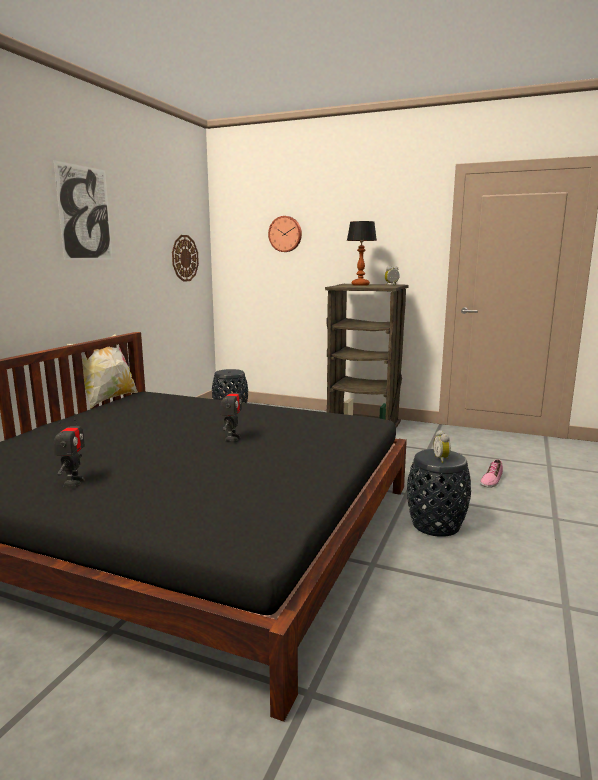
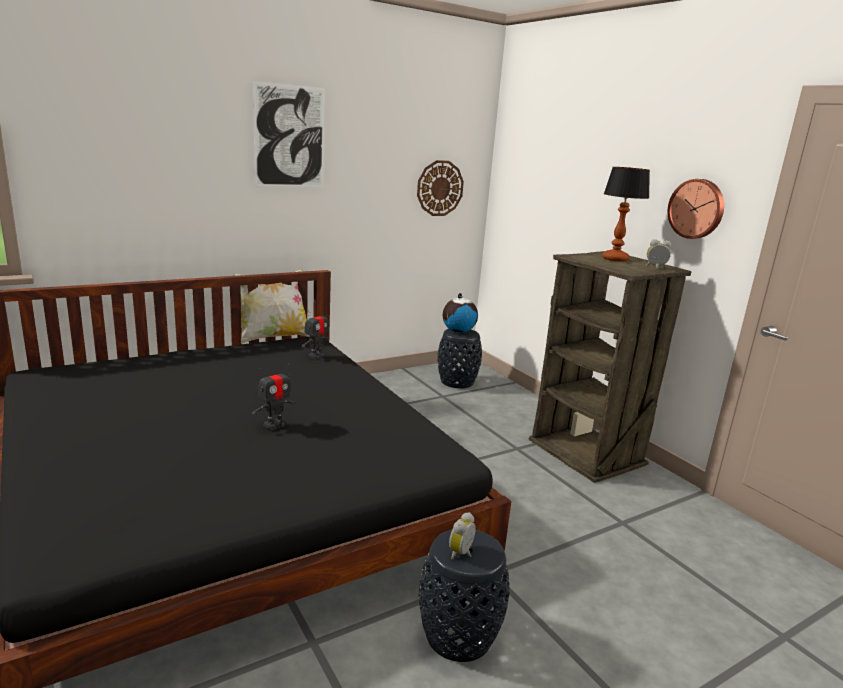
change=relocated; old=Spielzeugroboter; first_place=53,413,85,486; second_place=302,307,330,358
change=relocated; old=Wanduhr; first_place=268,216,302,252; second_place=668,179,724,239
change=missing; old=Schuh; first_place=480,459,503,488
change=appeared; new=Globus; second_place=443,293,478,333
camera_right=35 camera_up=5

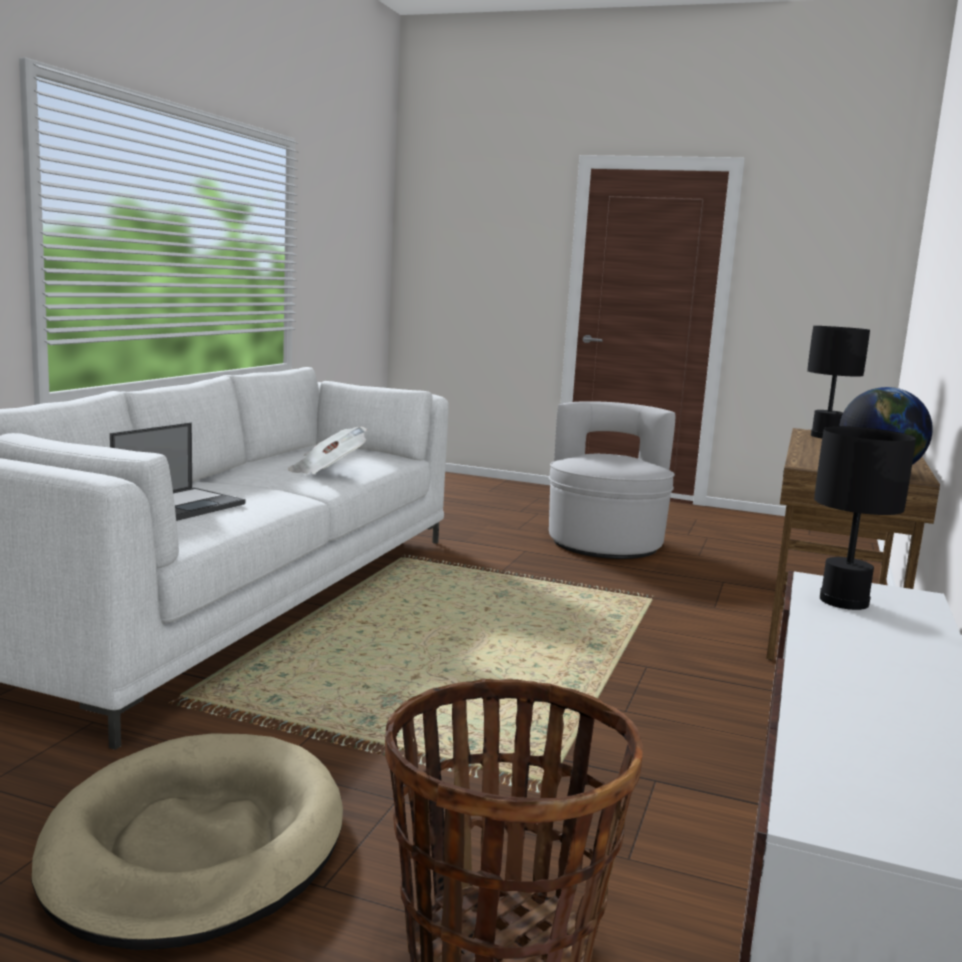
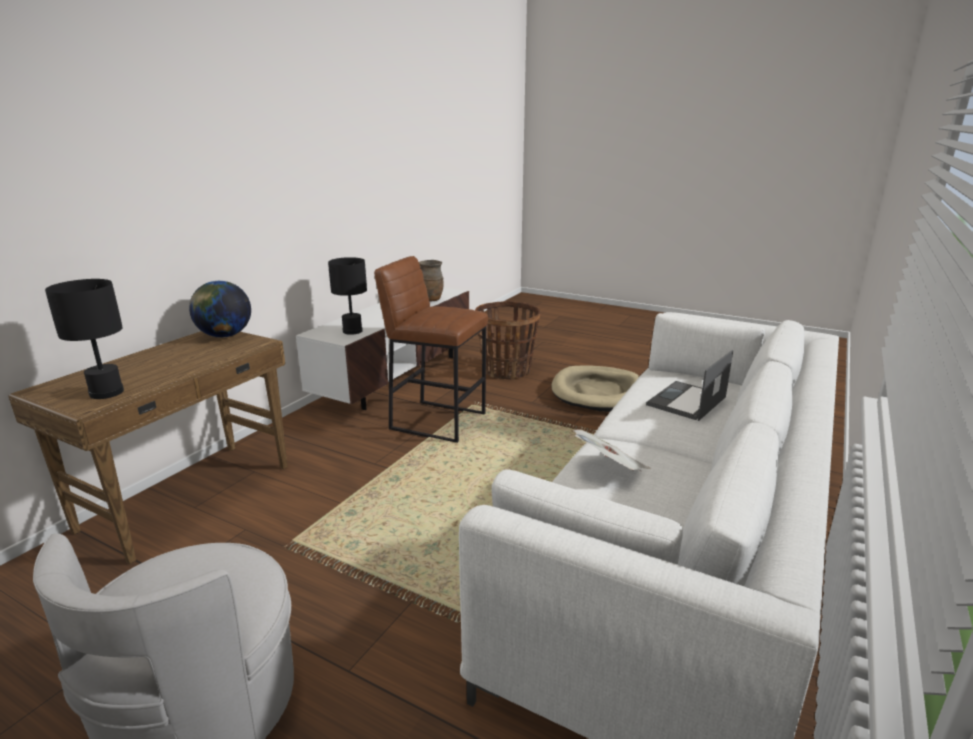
change=appeared; new=Hocker [braun]; second_place=374,256,488,443
change=appeared; new=Vase [braun]; second_place=419,260,444,301
camera_right=-170 camera_up=10

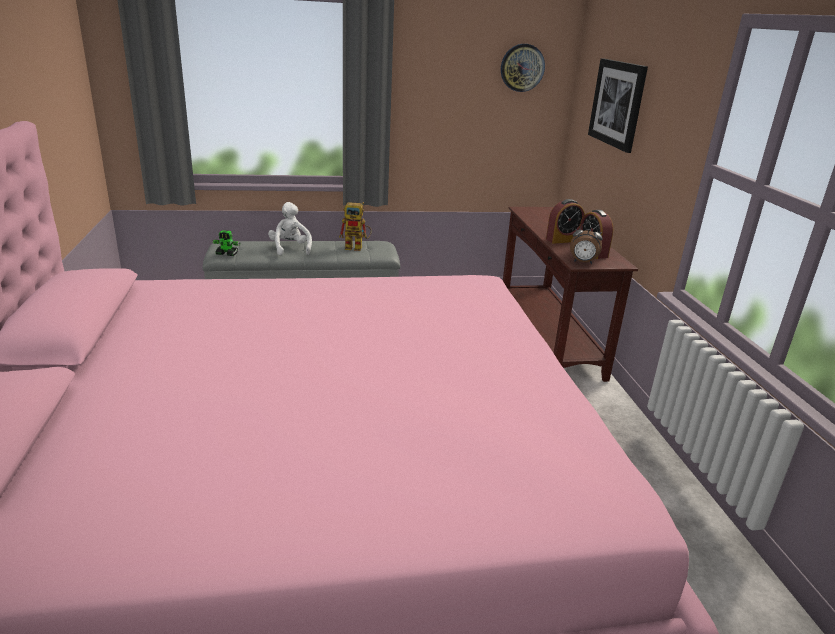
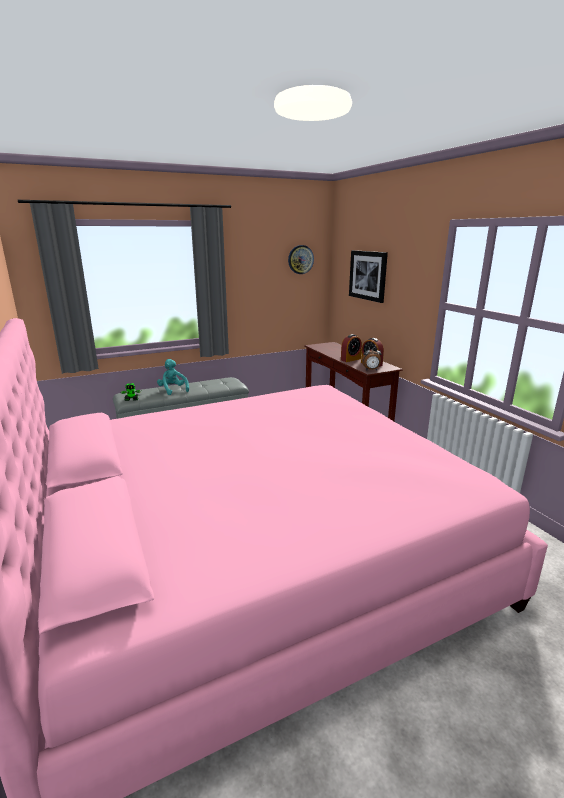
change=colour; old=Plüschtier [weiß]; new=Plüschtier [türkis]; first_place=268,202,312,255; second_place=157,359,189,395
change=missing; old=Spielzeugroboter; first_place=339,202,372,251
camera_right=-15 camera_up=-5

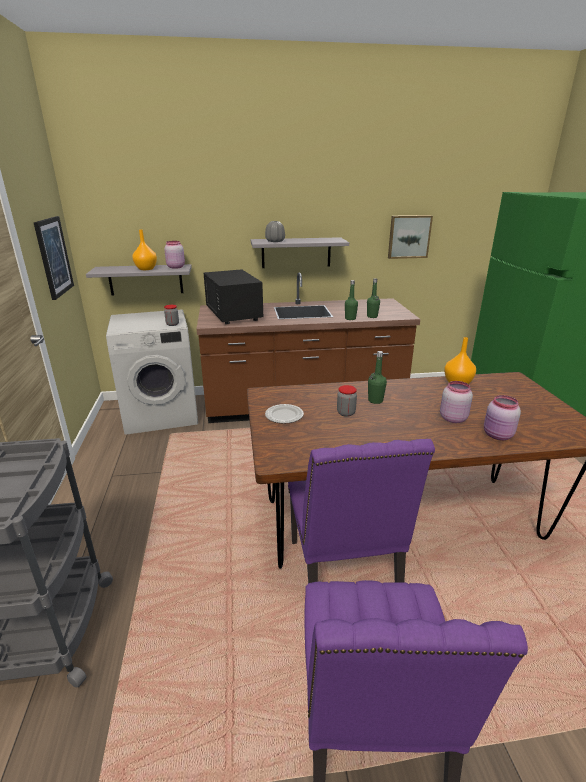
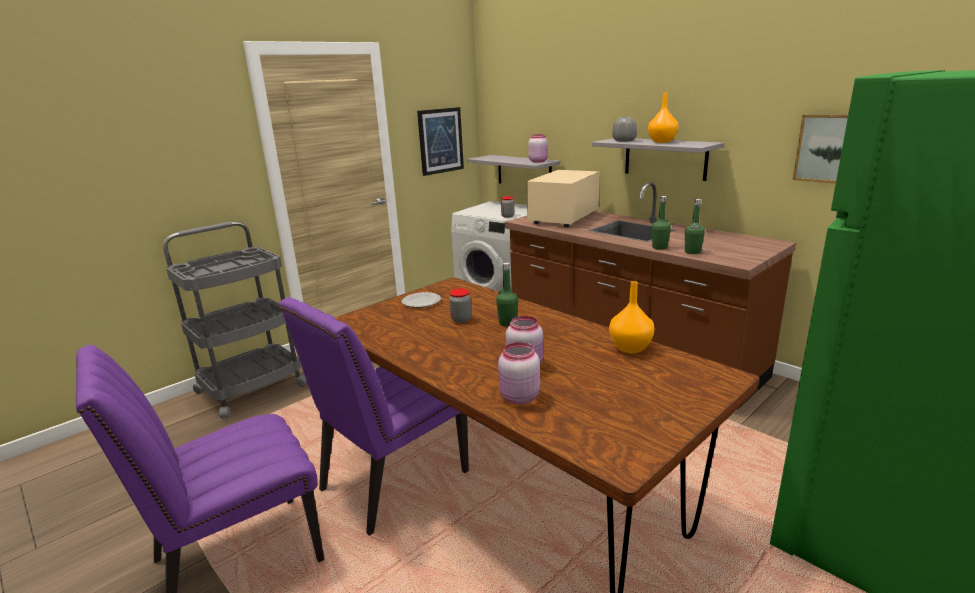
change=relocated; old=Vase [orange]; first_place=132,230,157,270; second_place=648,92,678,143
change=colour; old=Mikrowelle [schwarz]; new=Mikrowelle [beige]; first_place=204,269,263,324; second_place=527,170,600,227
camera_right=55 camera_up=-5

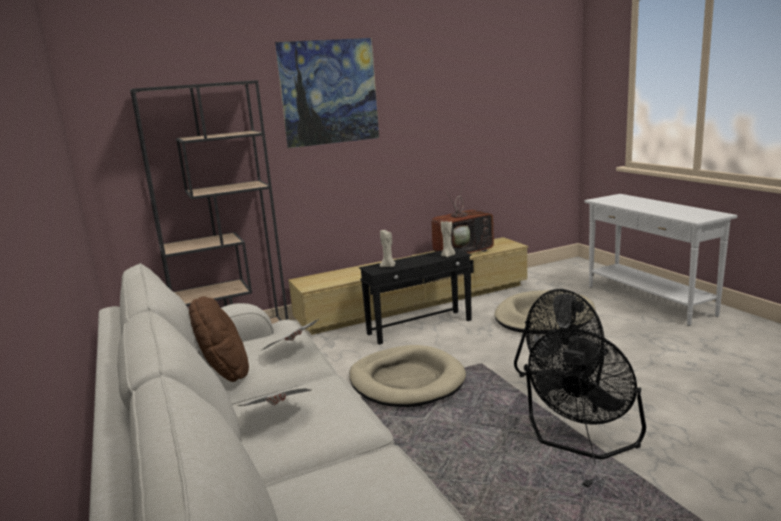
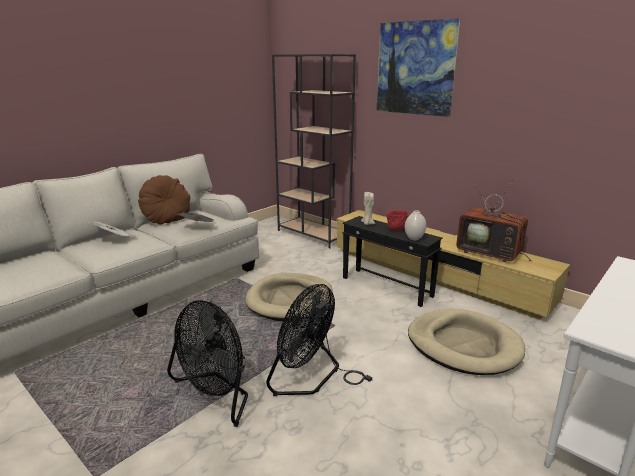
change=exchanged; old=Kerze [beige]; new=Vase [weiß]; first_place=441,221,455,257; second_place=405,210,426,240
change=spun; old=Ventilator [schwarz]; first_place=524,328,646,488; second_place=167,300,248,427; degrees=120
change=appeared; new=Schüssel [rot]; second_place=387,210,409,231
camera_right=65 camera_up=5

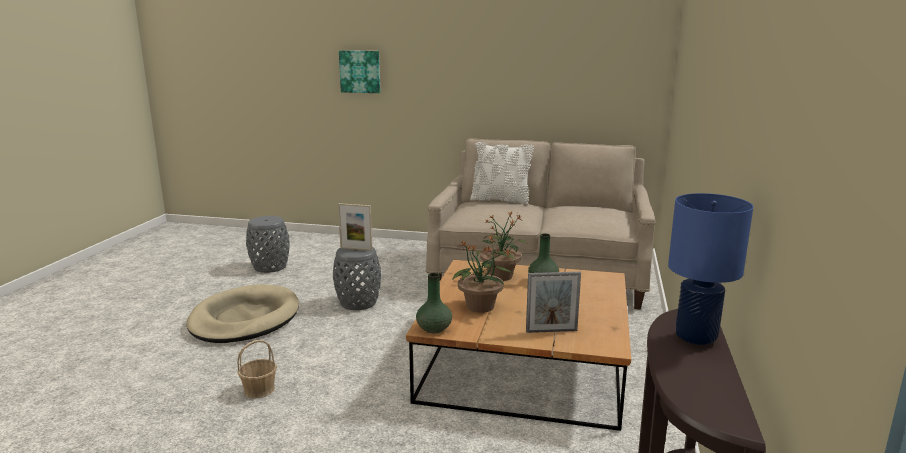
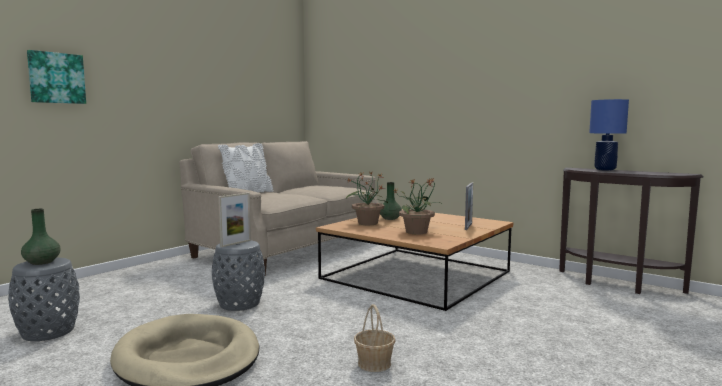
change=relocated; old=Vase [grün]; first_place=416,273,452,333; second_place=21,209,61,265
camera_right=-65 camera_up=-10

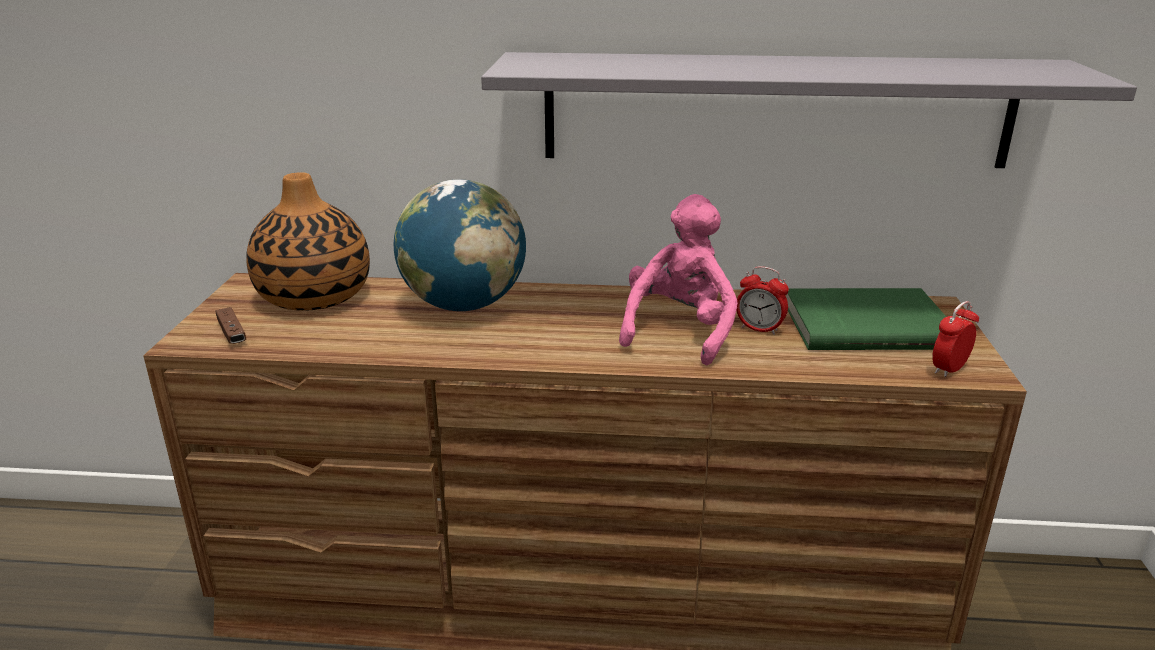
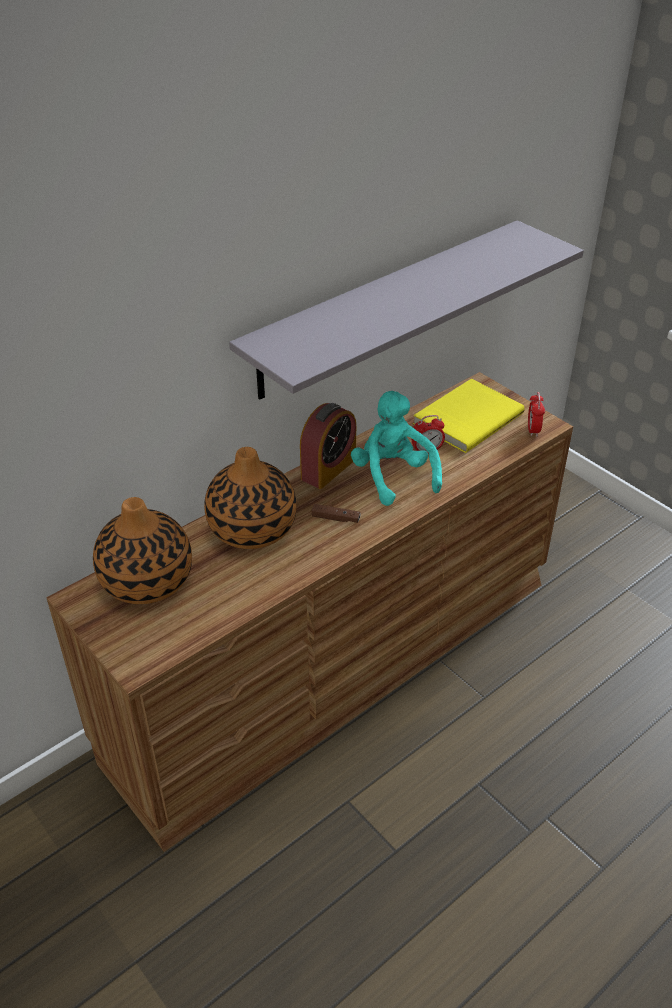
change=relocated; old=Gamepad [braun]; first_place=216,307,246,344; second_place=311,504,360,523
change=exchanged; old=Globus; new=Vase; first_place=394,179,526,311; second_place=204,447,297,549
change=colour; old=Plüschtier [rosa]; new=Plüschtier [türkis]; first_place=619,194,738,365; second_place=351,391,442,506
change=colour; old=Buch [grün]; new=Buch [gelb]; first_place=786,288,946,350; second_place=413,379,525,453
change=appeared; new=Wecker; second_place=300,403,356,489
camera_right=-45 camera_up=15

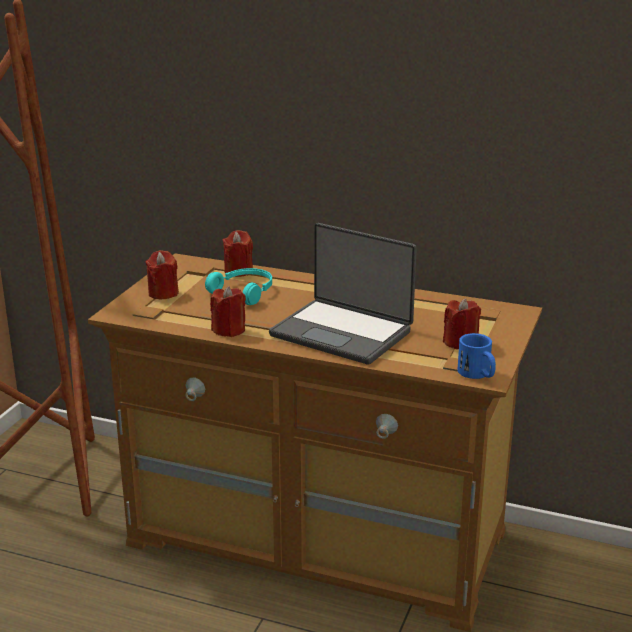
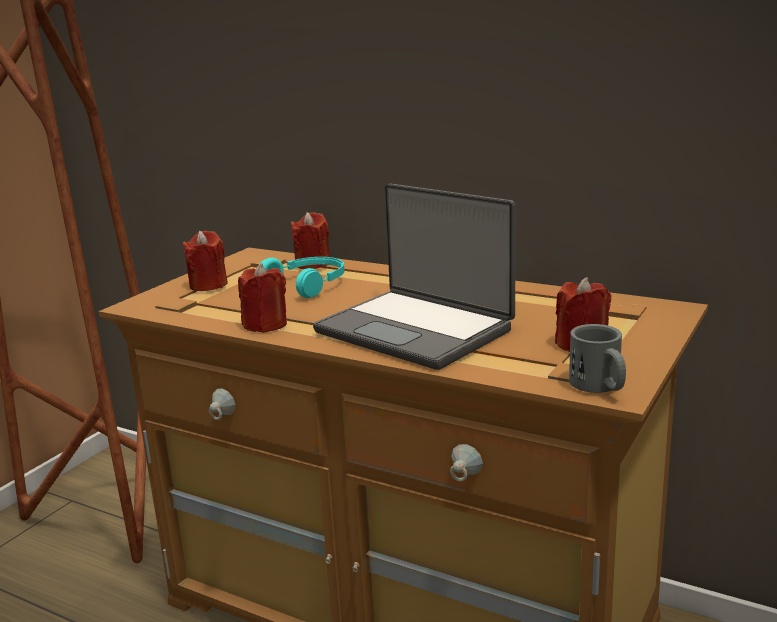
change=colour; old=Henkelbecher [blau]; new=Henkelbecher [grau]; first_place=457,333,496,379; second_place=569,324,626,393
camera_right=10 camera_up=-5

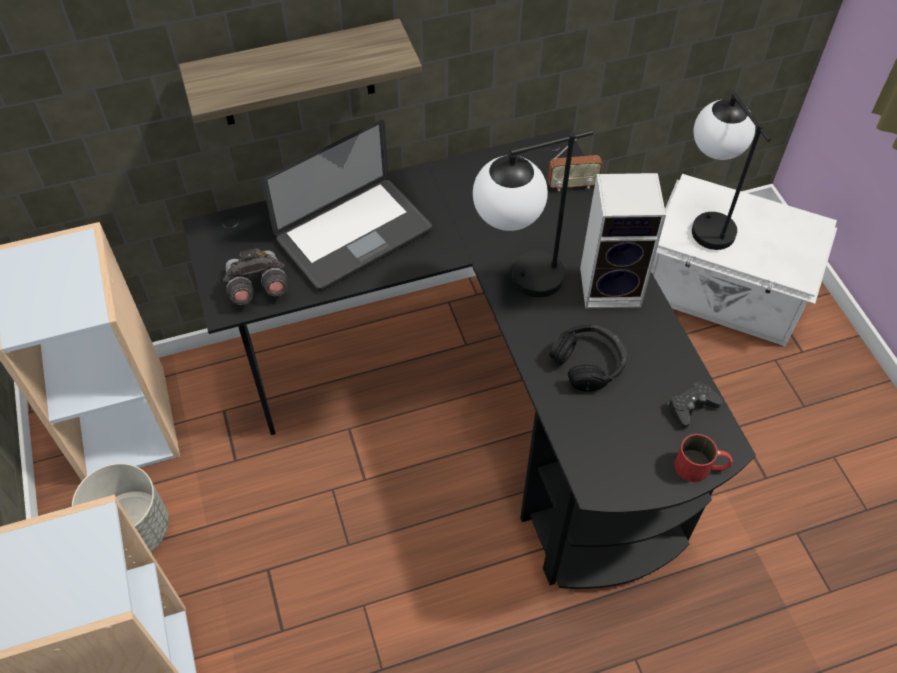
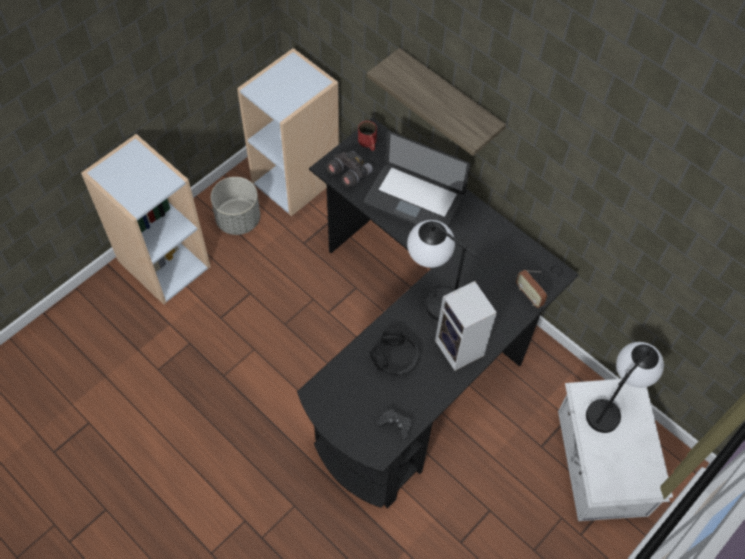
change=relocated; old=Henkelbecher [rot]; first_place=674,434,733,482; second_place=358,121,377,151
camera_right=60 camera_up=5

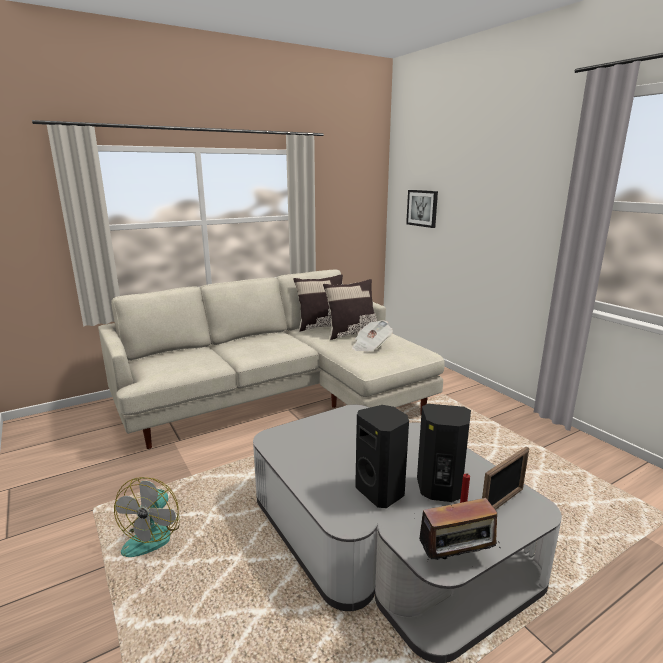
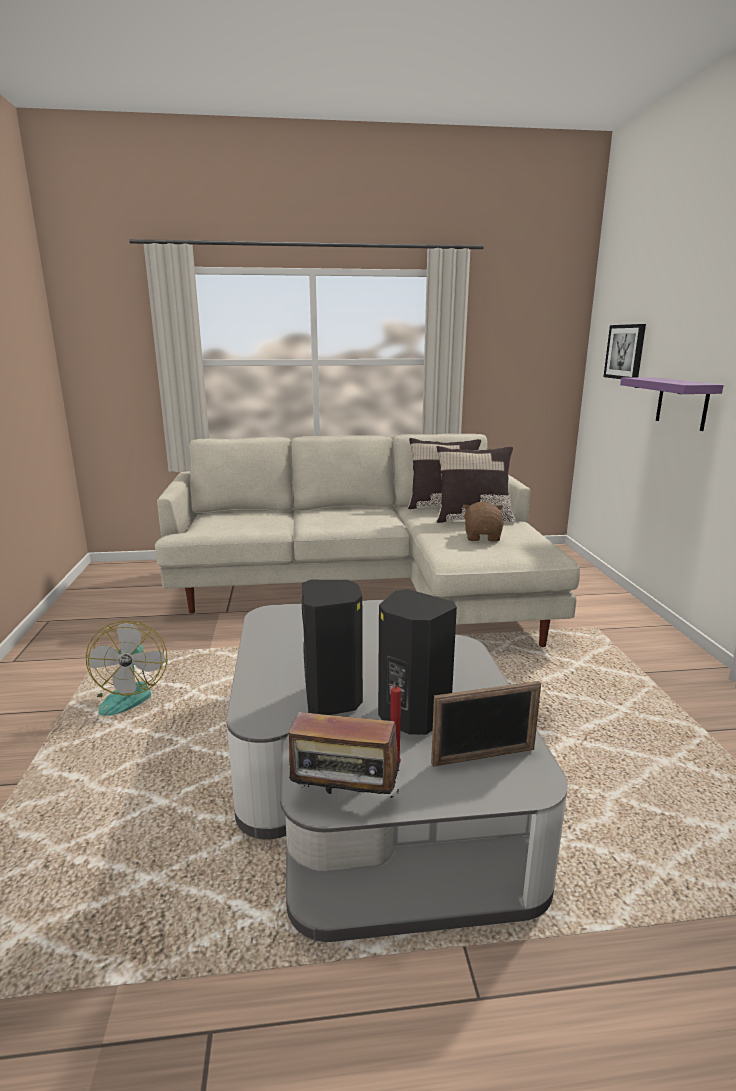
change=spun; old=Ventilator; first_place=114,477,180,557; second_place=86,620,167,716; degrees=-45
change=exchanged; old=Zeitung; new=Plüschtier [braun]; first_place=352,320,393,352; second_place=463,501,504,542
change=appeared; new=Wandregal [lila]; second_place=620,377,724,431
camera_right=25 camera_up=0

